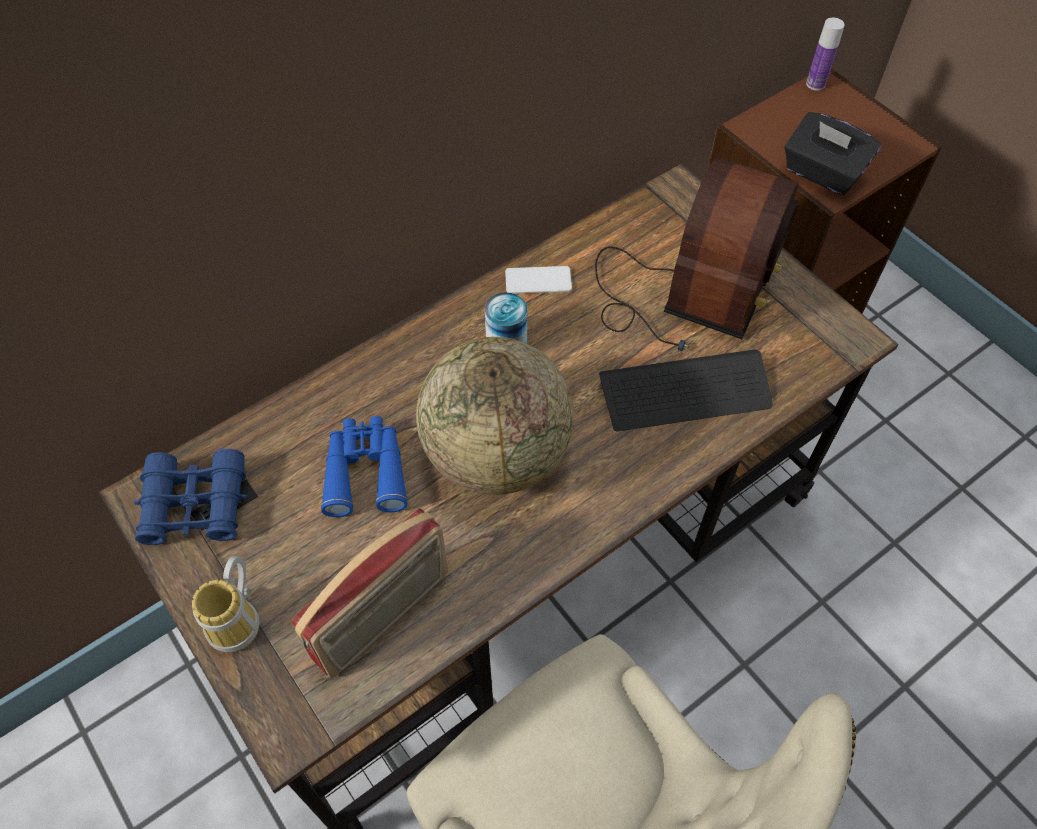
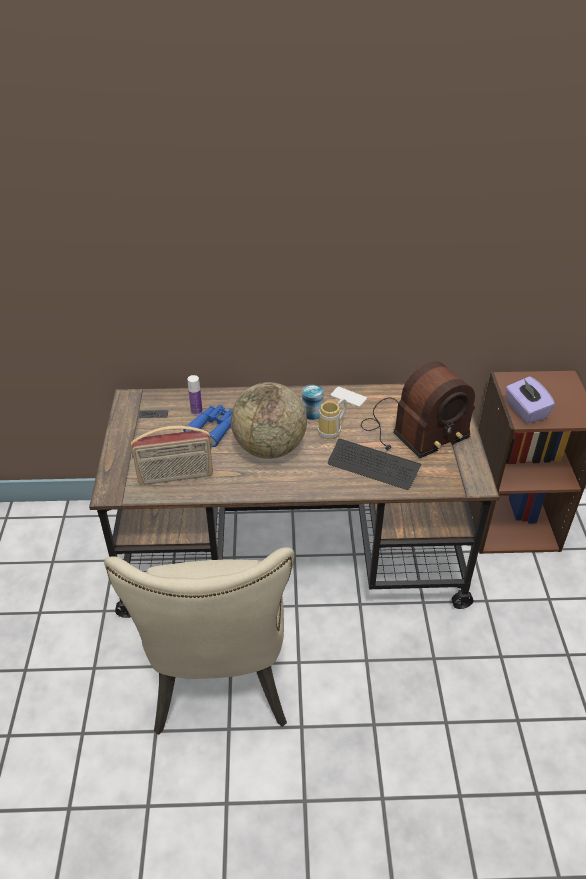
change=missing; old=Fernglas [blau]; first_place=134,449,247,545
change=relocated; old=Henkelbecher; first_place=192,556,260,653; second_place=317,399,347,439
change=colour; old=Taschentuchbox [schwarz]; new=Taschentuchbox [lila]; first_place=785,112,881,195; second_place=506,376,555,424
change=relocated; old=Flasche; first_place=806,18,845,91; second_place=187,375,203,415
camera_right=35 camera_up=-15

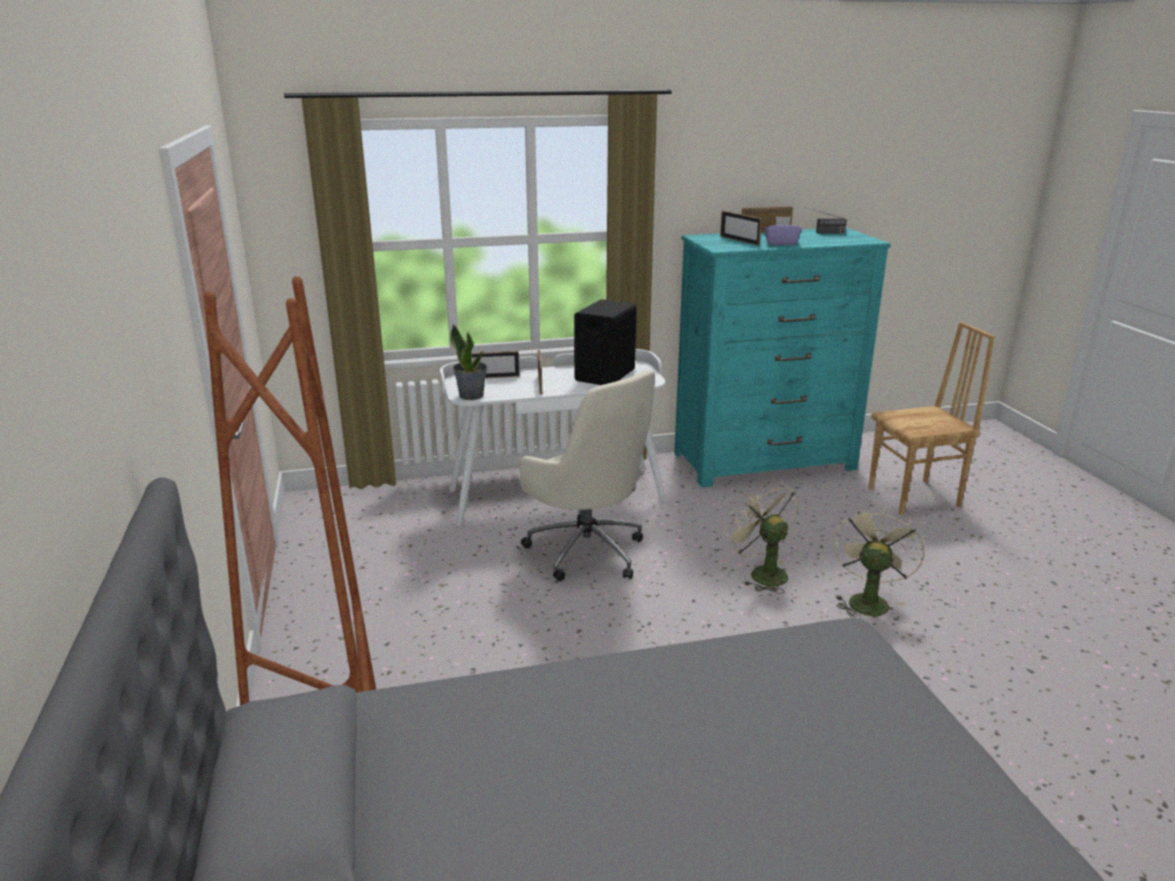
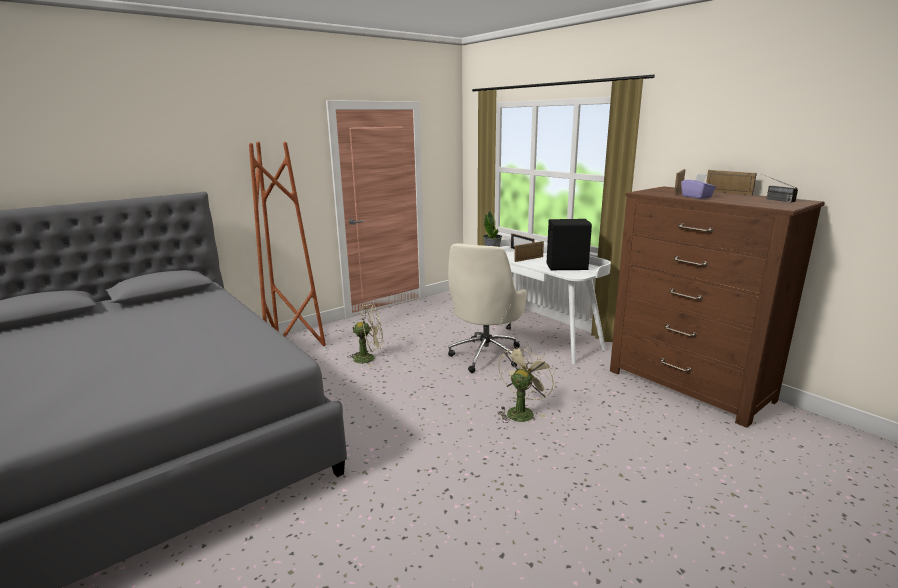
change=colour; old=Kommode [türkis]; new=Kommode [braun]; first_place=674,228,891,487; second_place=610,186,825,428
change=relocated; old=Ventilator [beige]; first_place=833,505,924,619; second_place=347,304,383,367
change=missing; old=Stuhl [braun]; first_place=868,322,995,515
camera_right=65 camera_up=-5

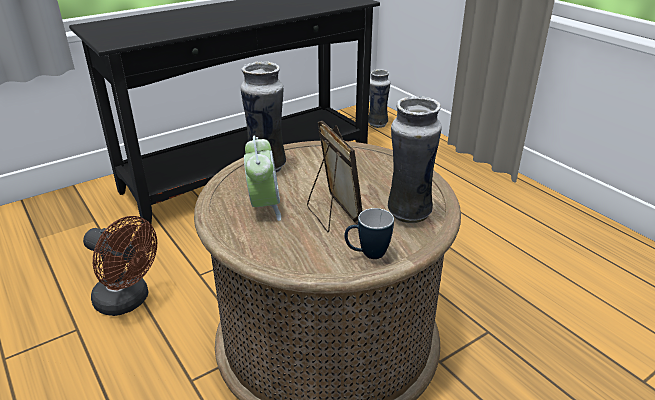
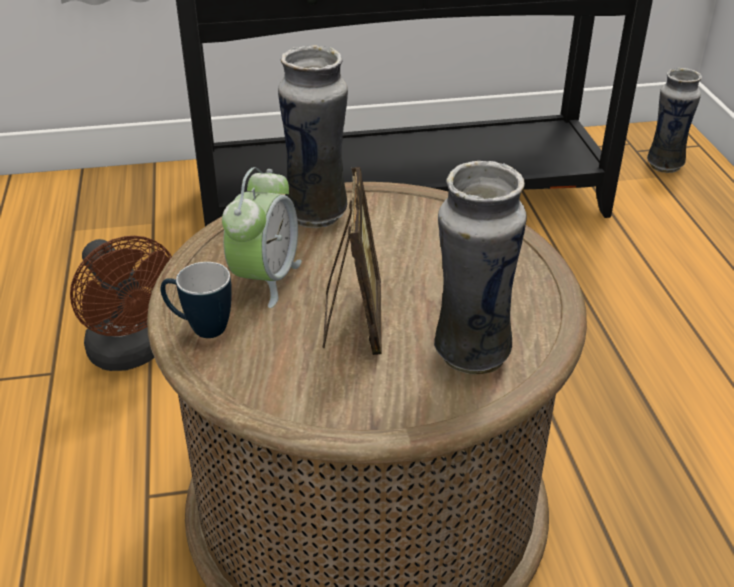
change=relocated; old=Henkelbecher; first_place=344,208,394,259; second_place=160,262,232,338
camera_right=25 camera_up=5

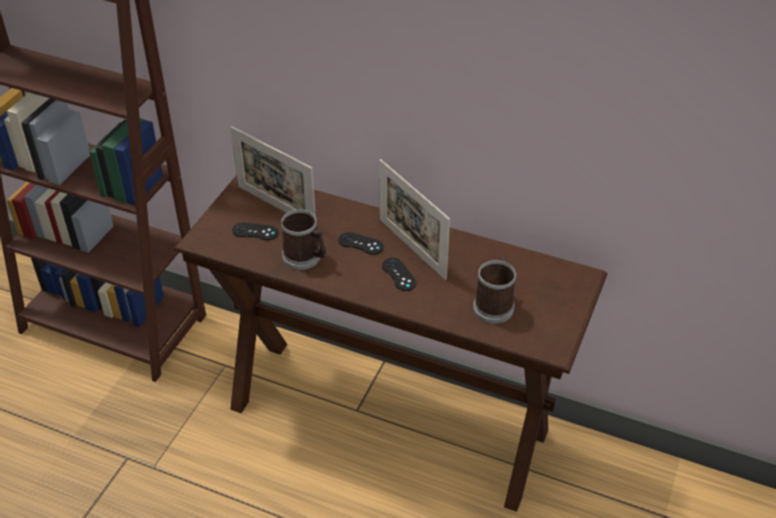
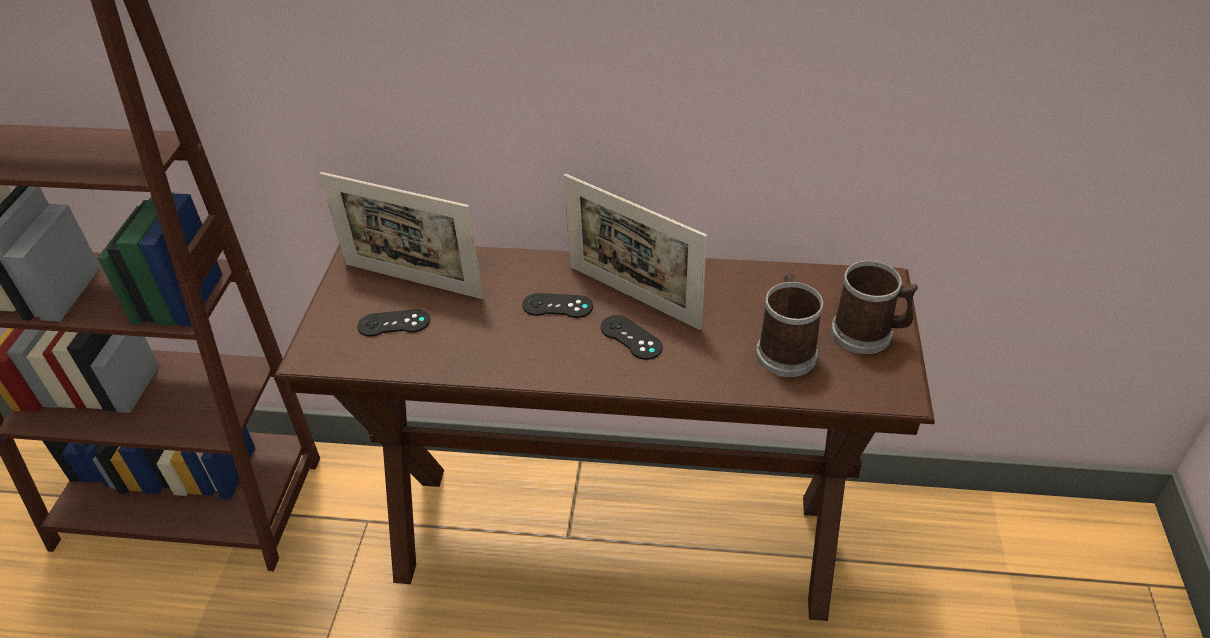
change=relocated; old=Henkelbecher; first_place=281,210,326,270; second_place=831,261,918,354
camera_right=-15 camera_up=0

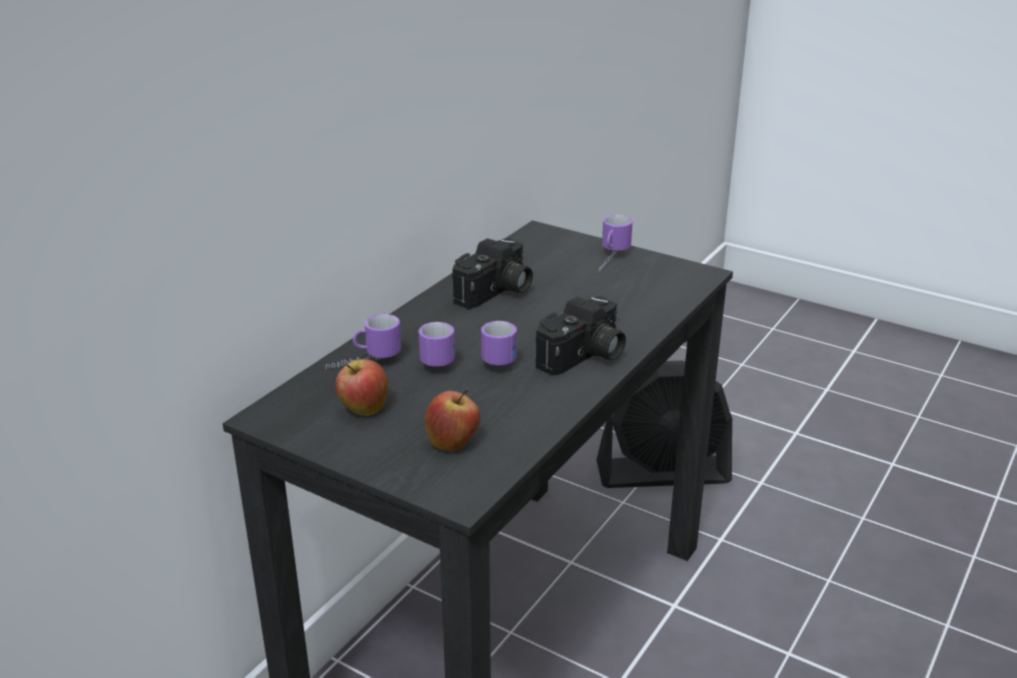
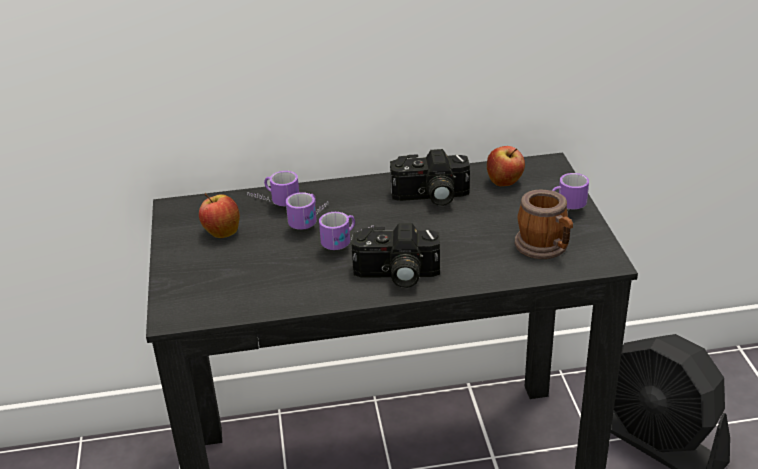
change=relocated; old=Apfel; first_place=425,389,480,451; second_place=487,146,525,186
change=appeared; new=Henkelbecher; second_place=514,190,573,259
camera_right=50 camera_up=5

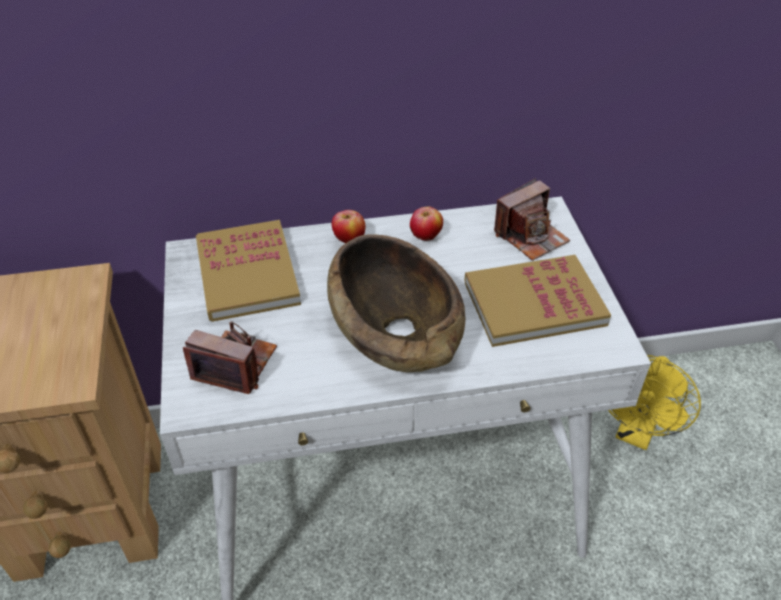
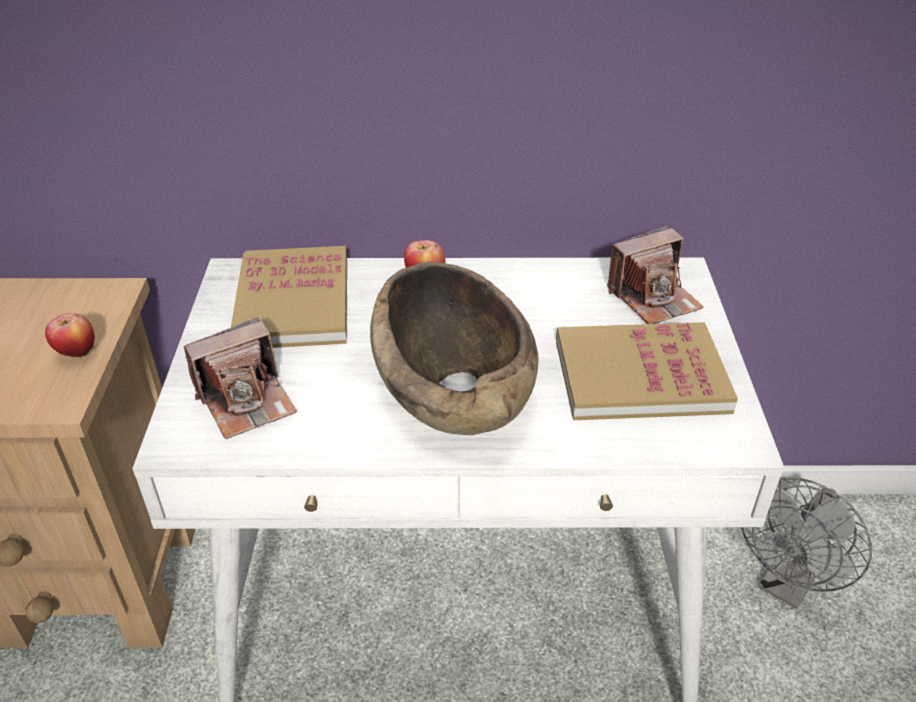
change=spun; old=Kamera; first_place=183,321,277,394; second_place=184,317,297,439; degrees=120
change=relocated; old=Apfel; first_place=410,206,443,241; second_place=45,313,95,357
change=colour; old=Ventilator [gelb]; new=Ventilator [grau]; first_place=608,355,701,450; second_place=742,477,872,609
camera_right=10 camera_up=-5

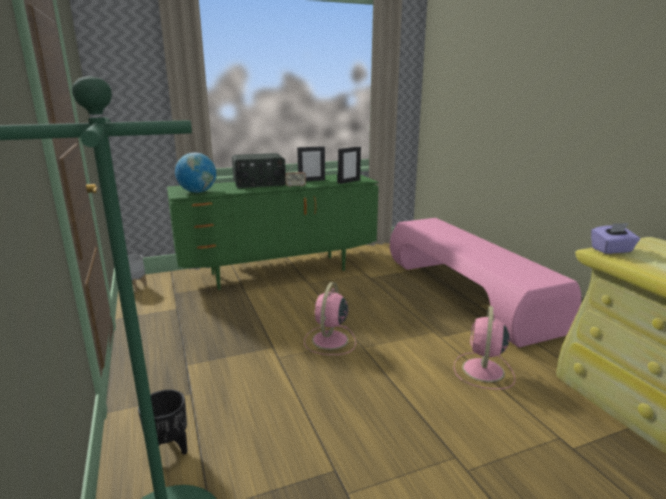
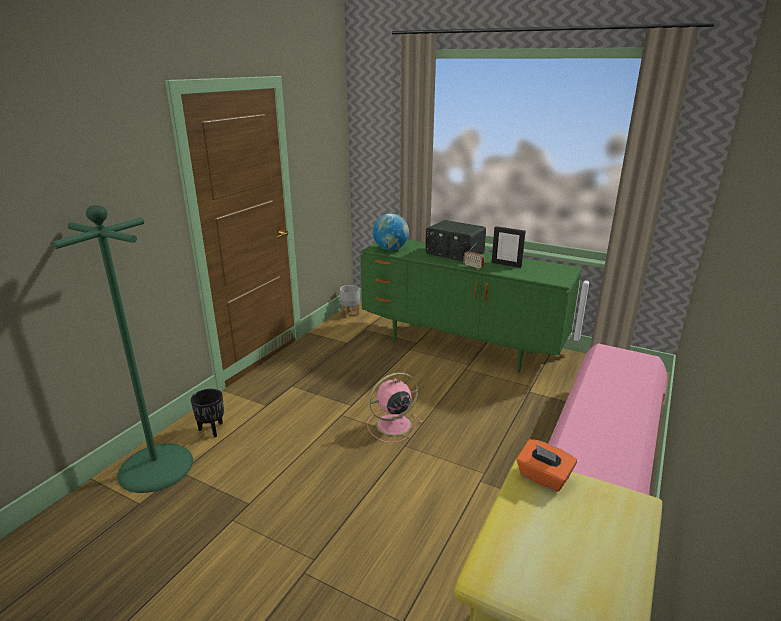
change=missing; old=Bilderrahmen; first_place=337,146,361,184
change=missing; old=Ventilator [rosa]; first_place=454,306,515,389
change=colour; old=Taschentuchbox [lila]; new=Taschentuchbox [orange]; first_place=591,223,640,254; second_place=516,439,577,492
camera_right=50 camera_up=5

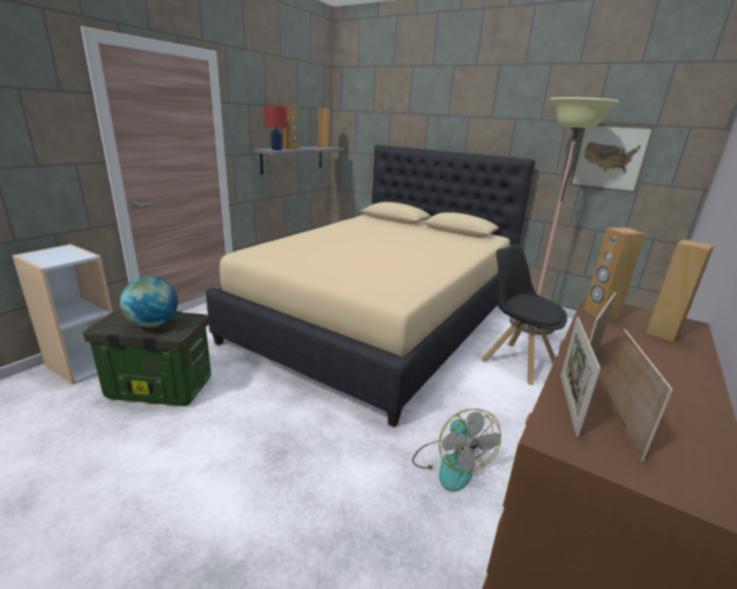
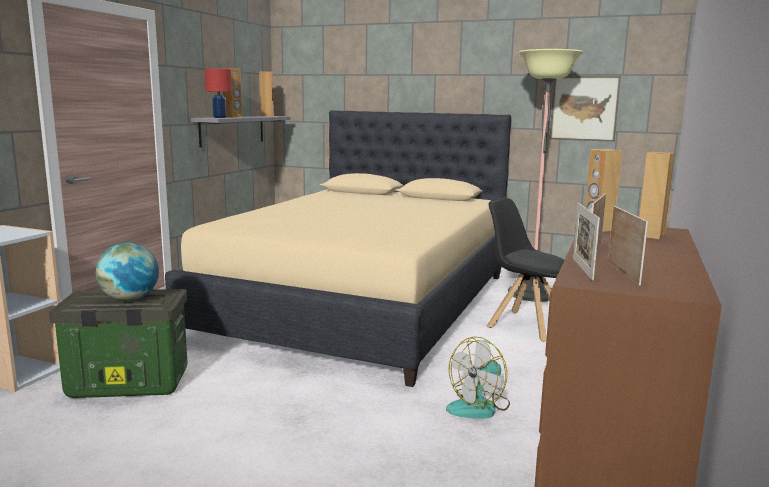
change=spun; old=Ventilator; first_place=412,409,501,492; second_place=446,337,510,419; degrees=75
camera_right=-10 camera_up=-10

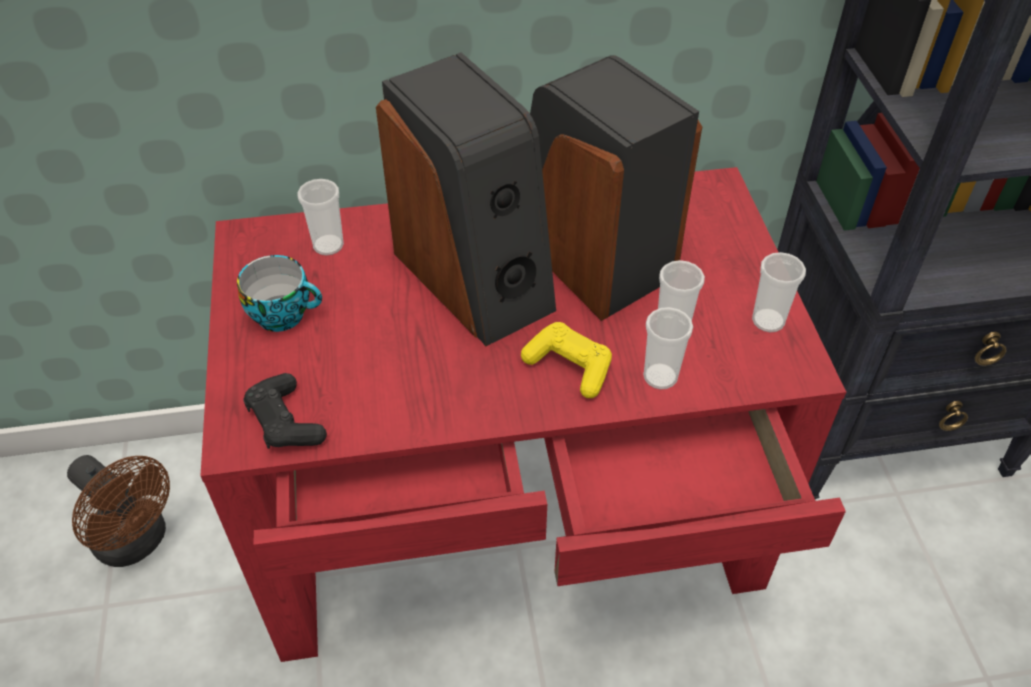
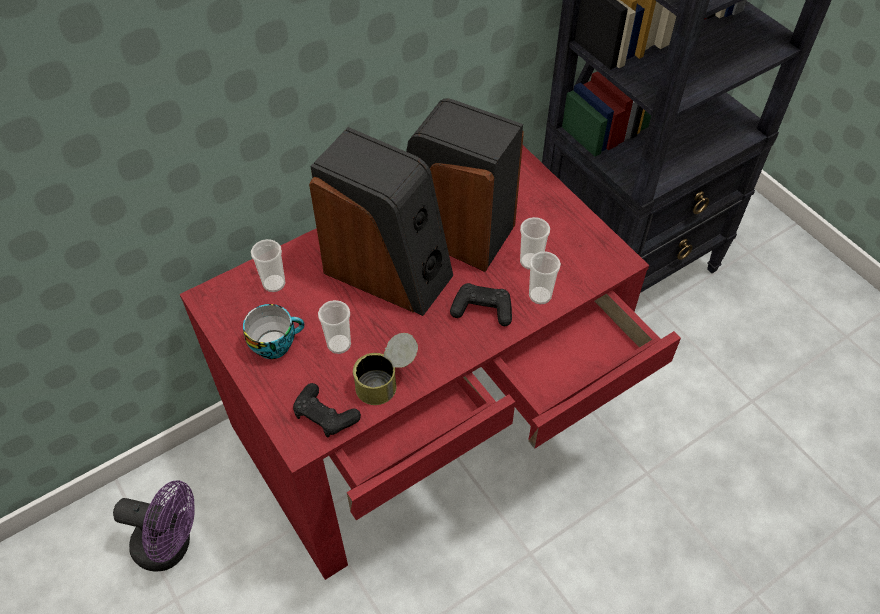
change=colour; old=Ventilator [braun]; new=Ventilator [lila]; first_place=67,455,170,567; second_place=113,481,195,571
change=colour; old=Gamepad [gelb]; new=Gamepad [schwarz]; first_place=521,322,612,398; second_place=450,283,512,326
change=relocated; old=Tasse; first_place=752,252,806,333; second_place=318,300,351,354
change=appeared; new=Dose; second_place=353,333,418,405
camera_right=-25 camera_up=5

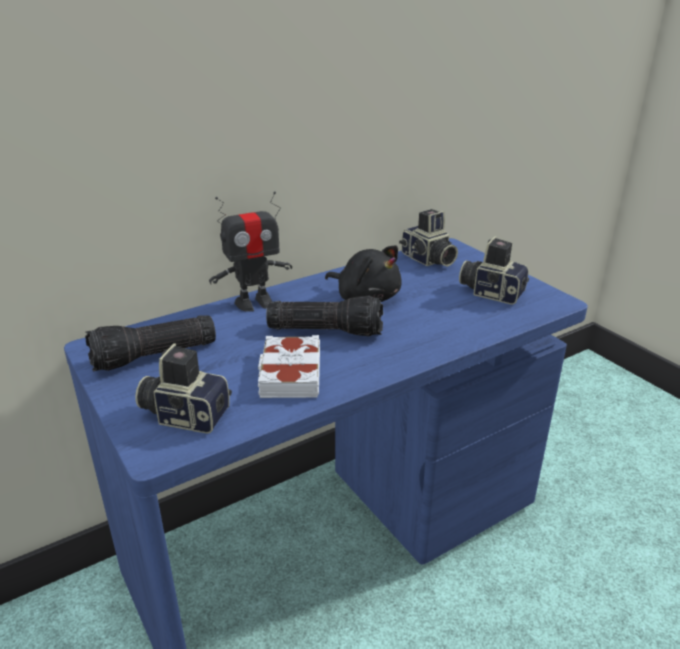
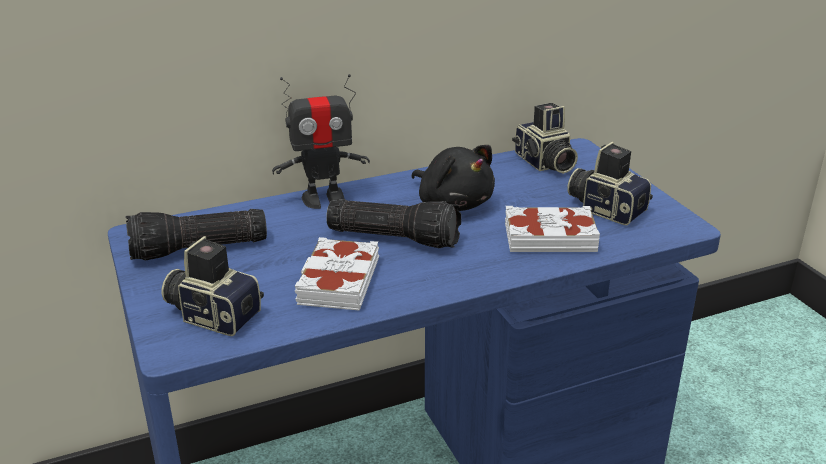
change=appeared; new=Buch [weiß]; second_place=505,206,600,252
camera_right=10 camera_up=0

